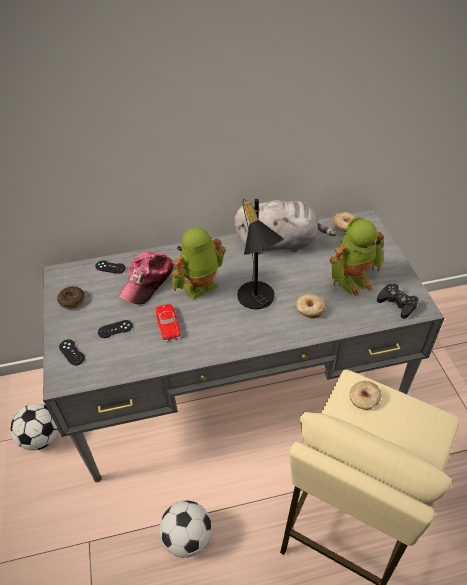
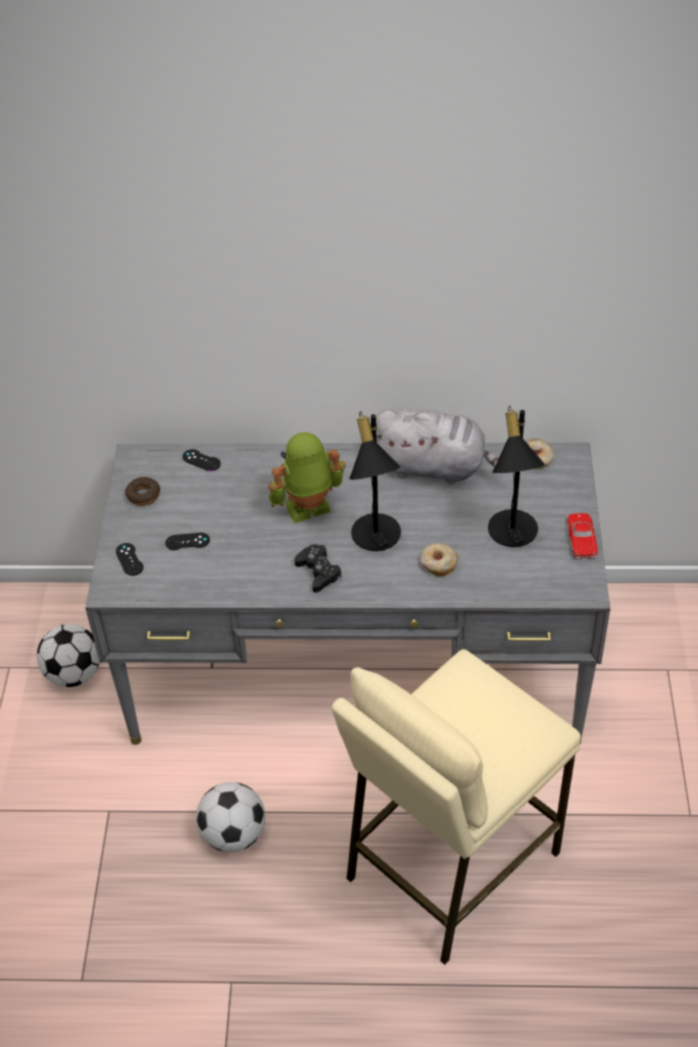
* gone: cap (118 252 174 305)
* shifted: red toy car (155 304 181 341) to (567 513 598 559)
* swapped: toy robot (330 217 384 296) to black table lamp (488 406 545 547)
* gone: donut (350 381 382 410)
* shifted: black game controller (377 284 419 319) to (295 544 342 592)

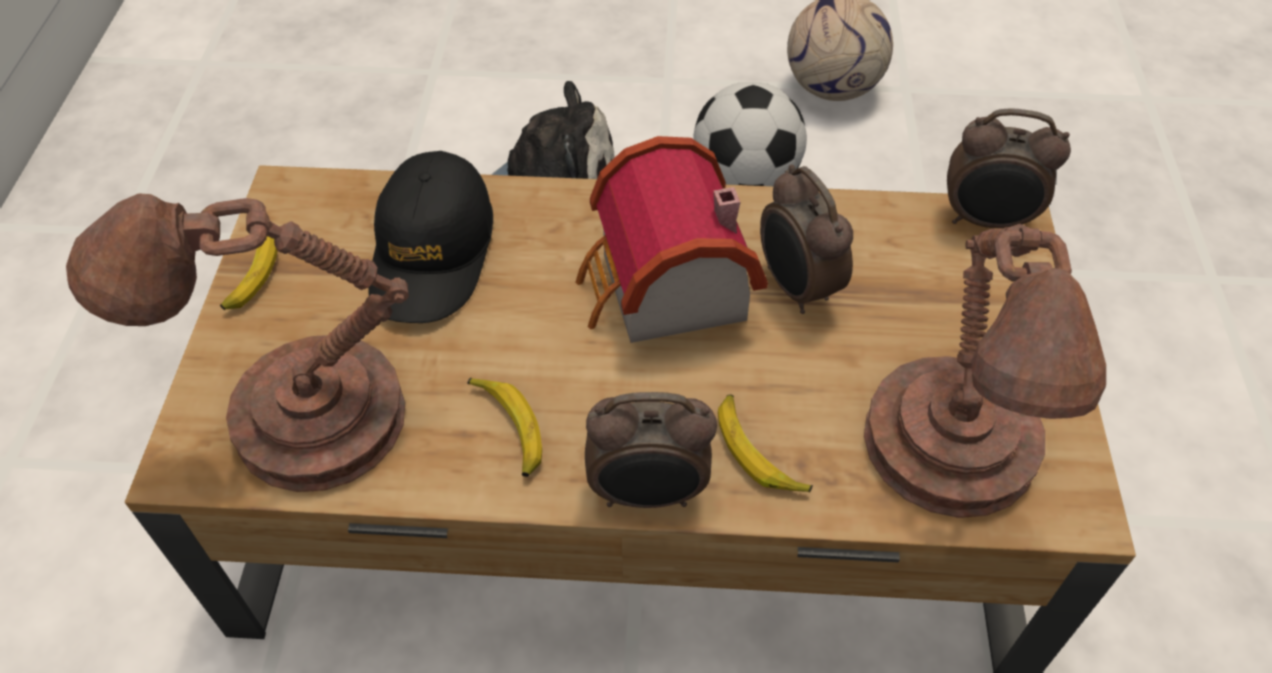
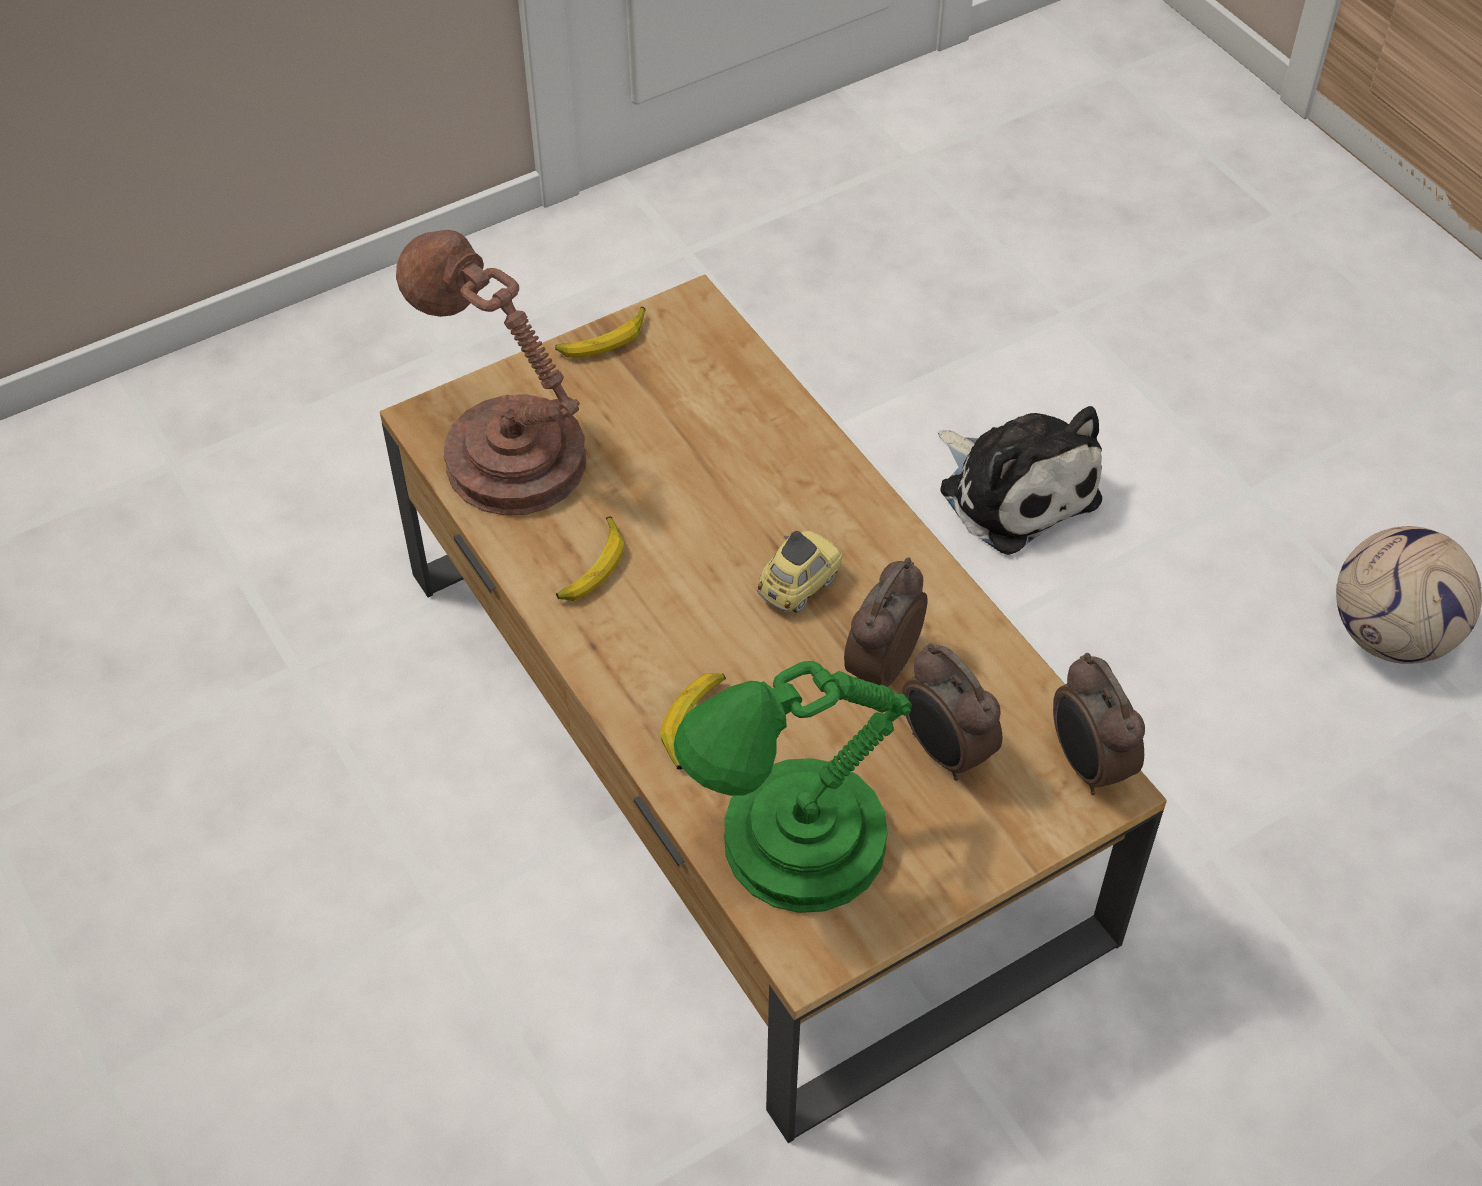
* gone: black cap (368 151 493 323)
* swapped: toy house (575 136 768 343) to toy car (757 531 843 613)
* shifted: alarm clock (585 392 717 508) to (902 643 1002 781)
* gone: football (693 82 807 186)
* repainted: brown table lamp (864 224 1106 518) to green table lamp (674 661 912 913)

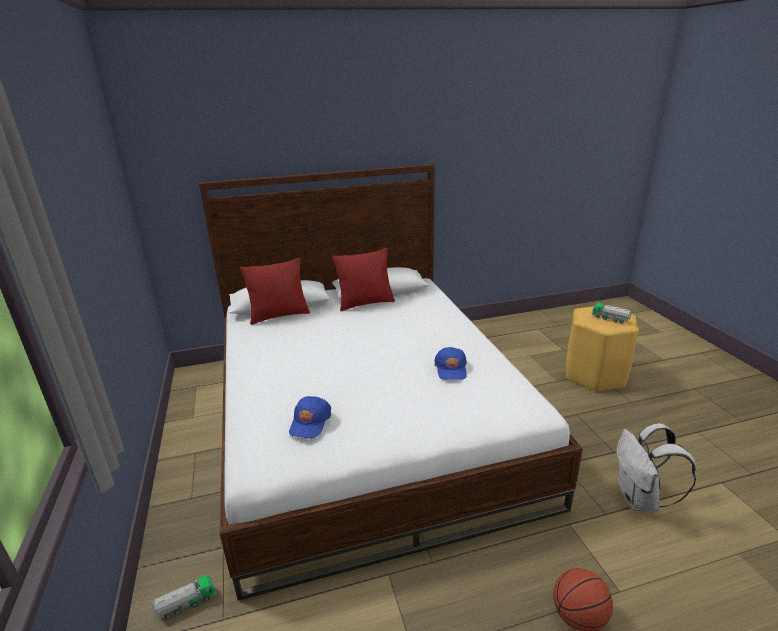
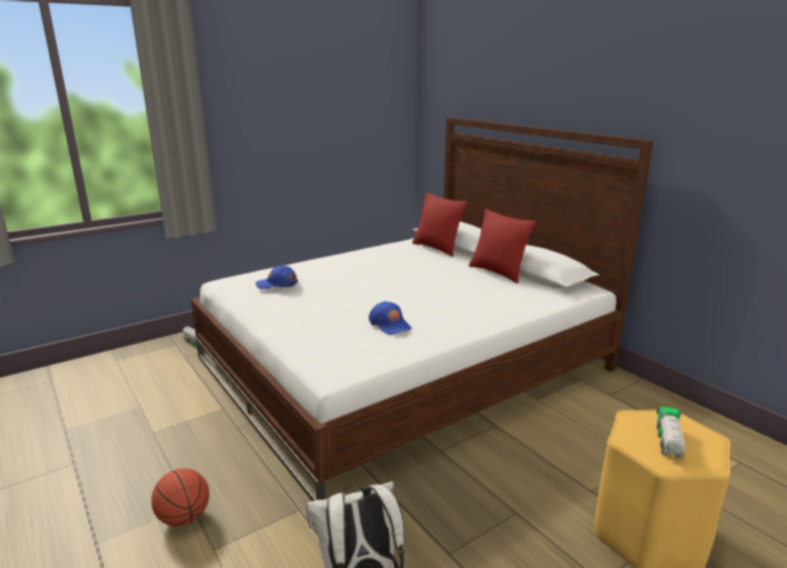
* rotated: blue cap (434 347 467 380) = (369 301 411 335) 105 degrees counterclockwise

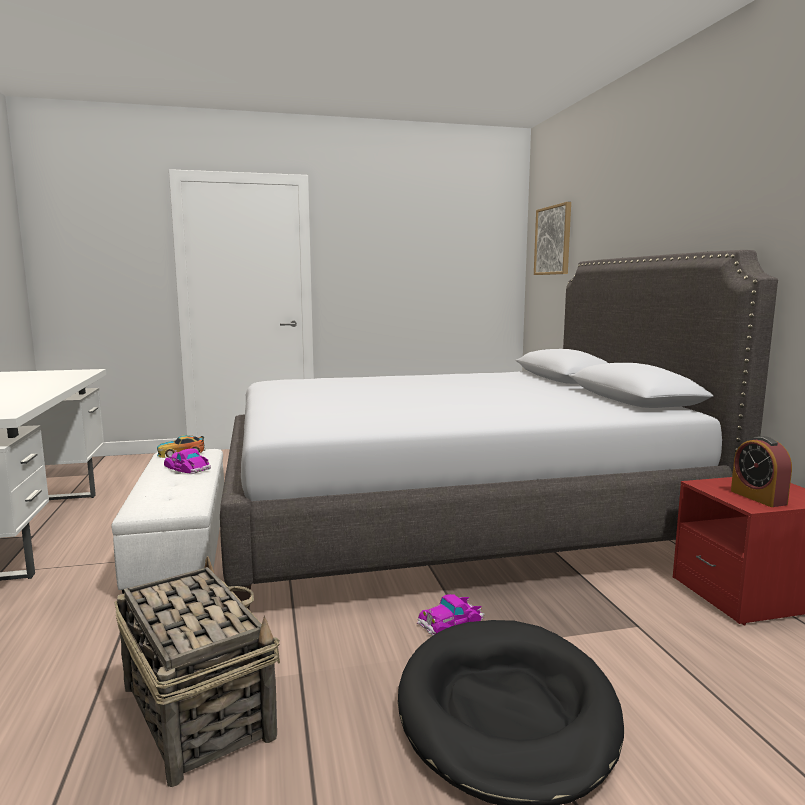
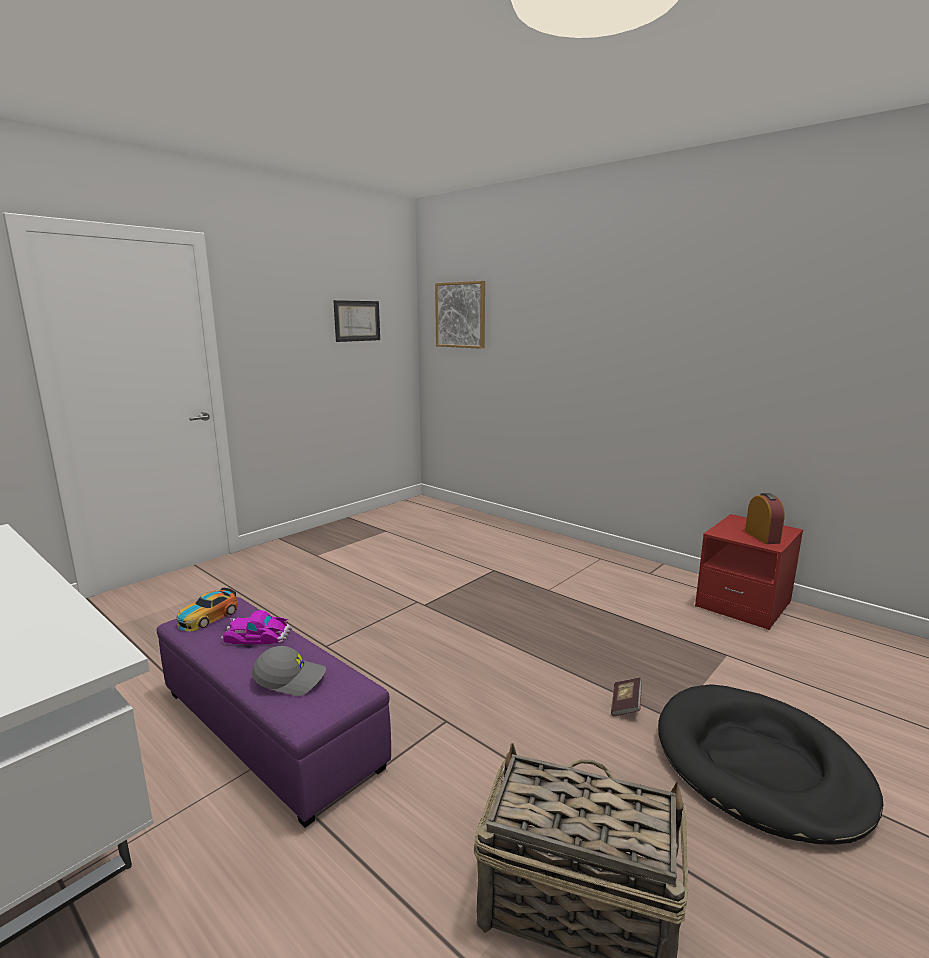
* repainted: white ottoman (112 449 224 594) to purple ottoman (157 597 391 828)
* gone: grey bed (220 250 778 609)
* swapped: toy car (417 594 485 636) to book (611 678 642 716)
* rotated: alarm clock (731 436 792 507) = (745 493 785 544) 135 degrees counterclockwise
* new: grey cap (252 646 326 696)
* new: picture (333 300 380 342)

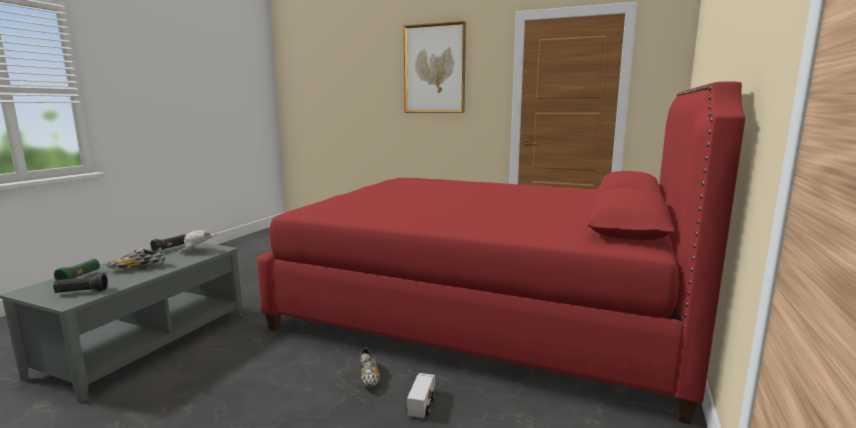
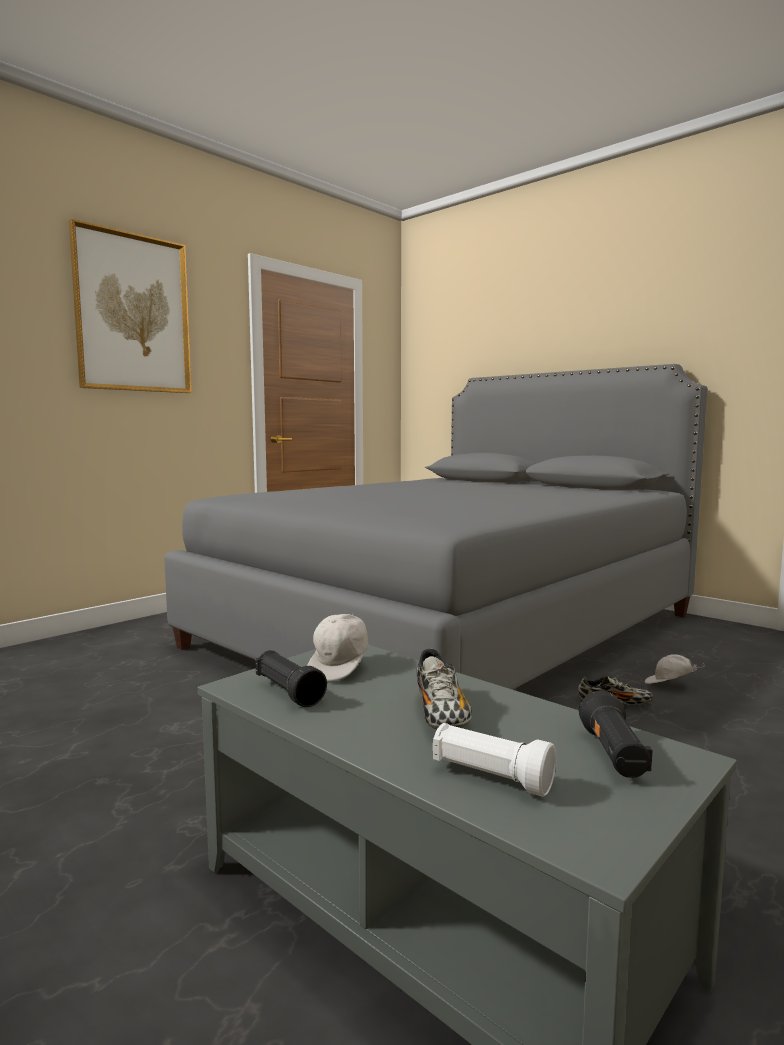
* repainted: green flashlight (54 259 100 280) to white flashlight (433 723 556 797)
* repainted: red bed (257 81 745 424) to grey bed (164 364 707 690)
* swapped: toy truck (406 373 435 418) to white cap (645 654 705 684)

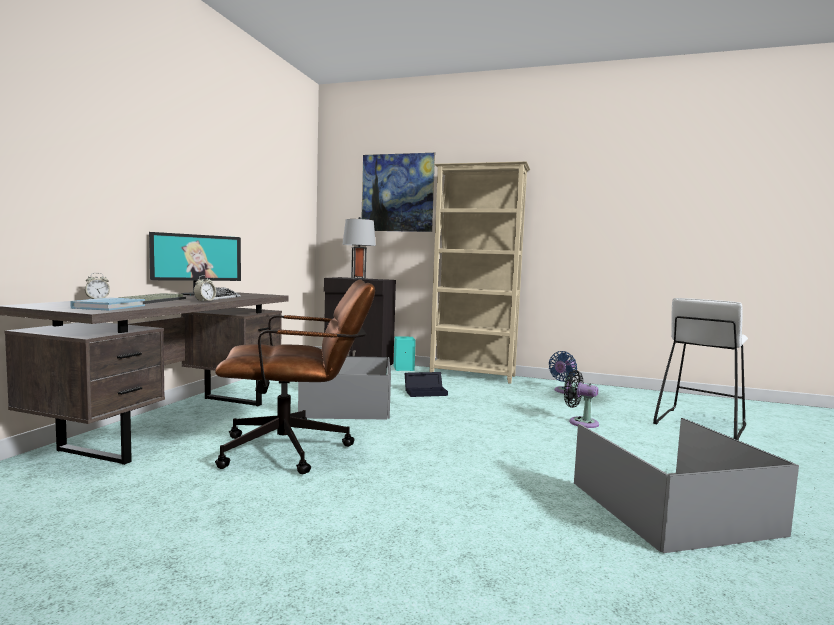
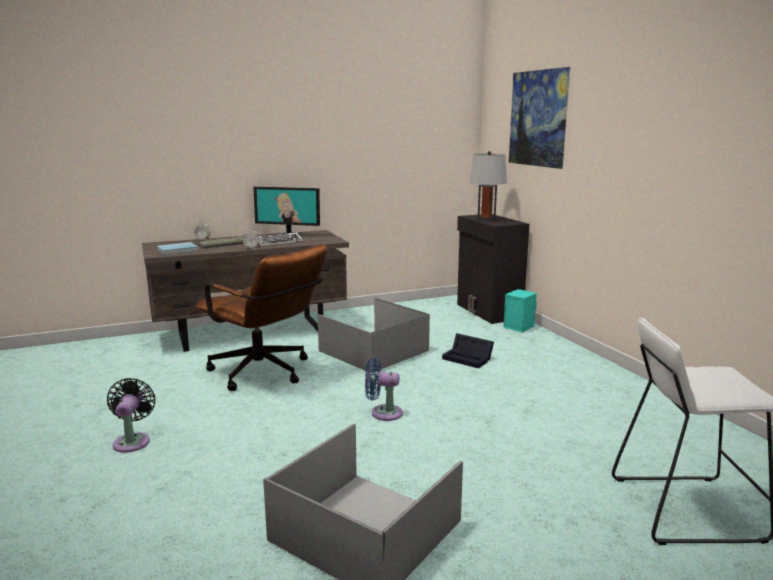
* gone: beige bookcase (430 161 530 384)
* shifted: blue fan (548 351 577 394) to (365 358 403 421)
* shifted: black fan (564 370 599 428) to (107 378 155 453)

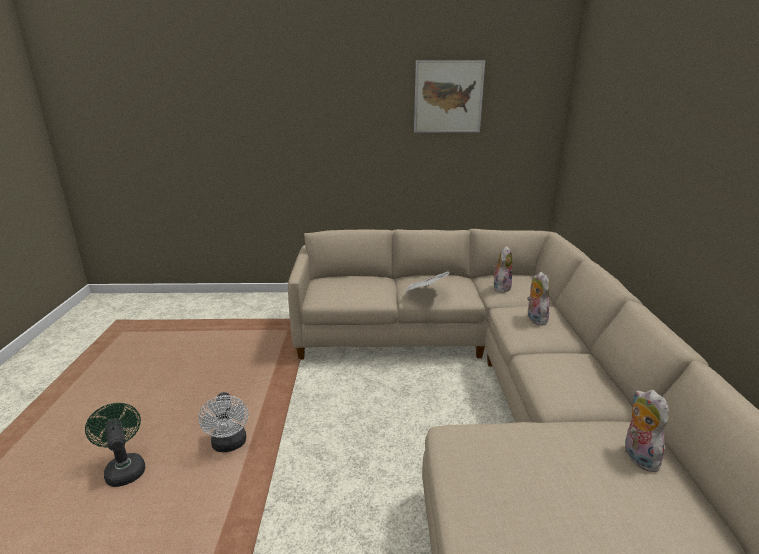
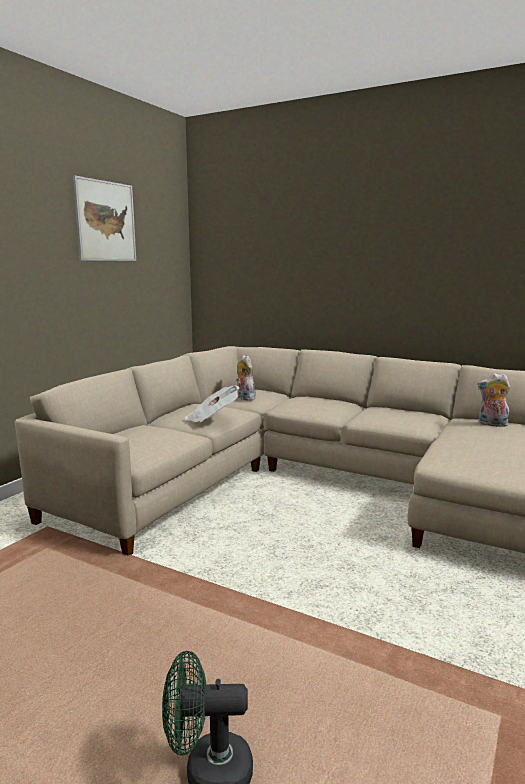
* gone: white fan (198 392 248 452)
* gone: plush toy (527 272 550 325)

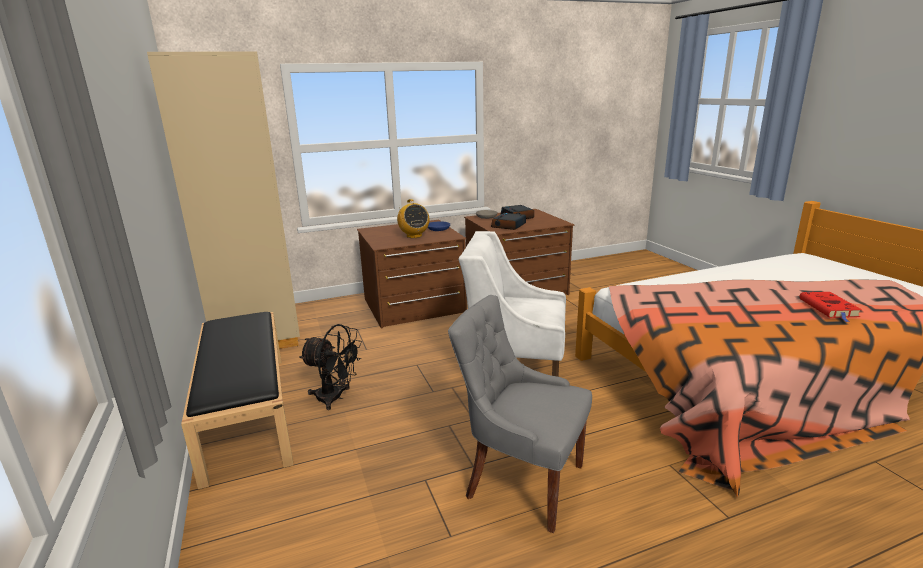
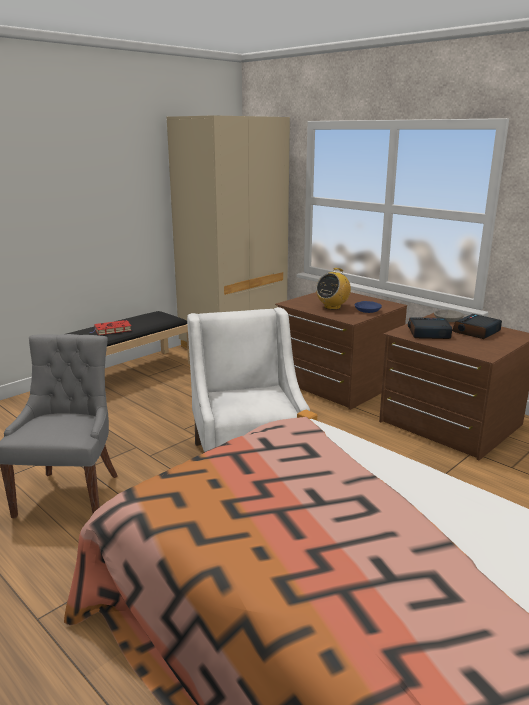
* gone: black fan (299 324 362 410)
* shifted: red book (799 292 862 322) to (90 320 132 335)

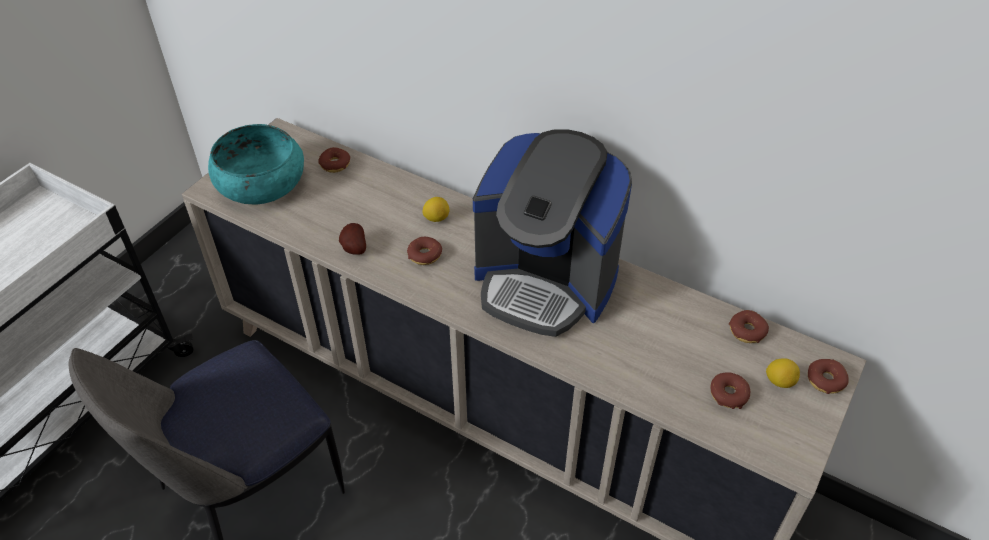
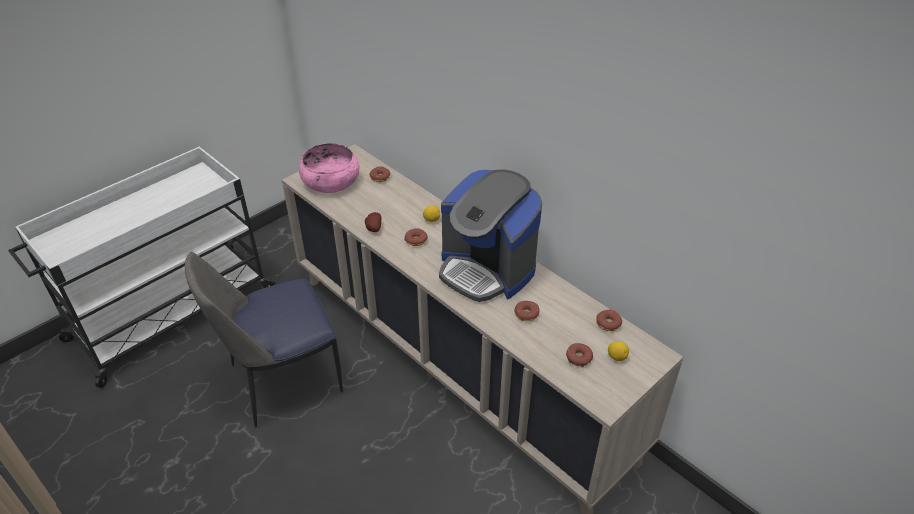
* repainted: turquoise bowl (208 124 304 204) to pink bowl (299 143 360 193)
* shifted: donut (808 359 849 394) to (514 301 539 321)

